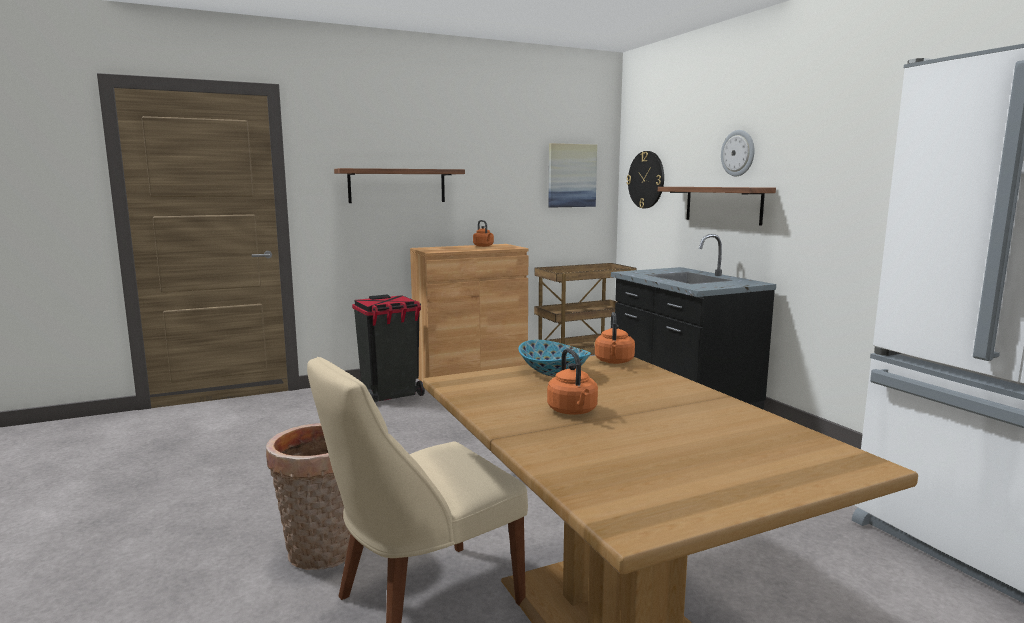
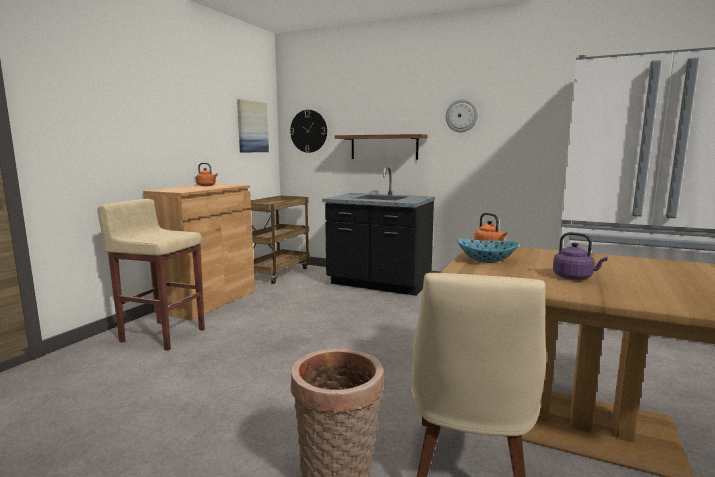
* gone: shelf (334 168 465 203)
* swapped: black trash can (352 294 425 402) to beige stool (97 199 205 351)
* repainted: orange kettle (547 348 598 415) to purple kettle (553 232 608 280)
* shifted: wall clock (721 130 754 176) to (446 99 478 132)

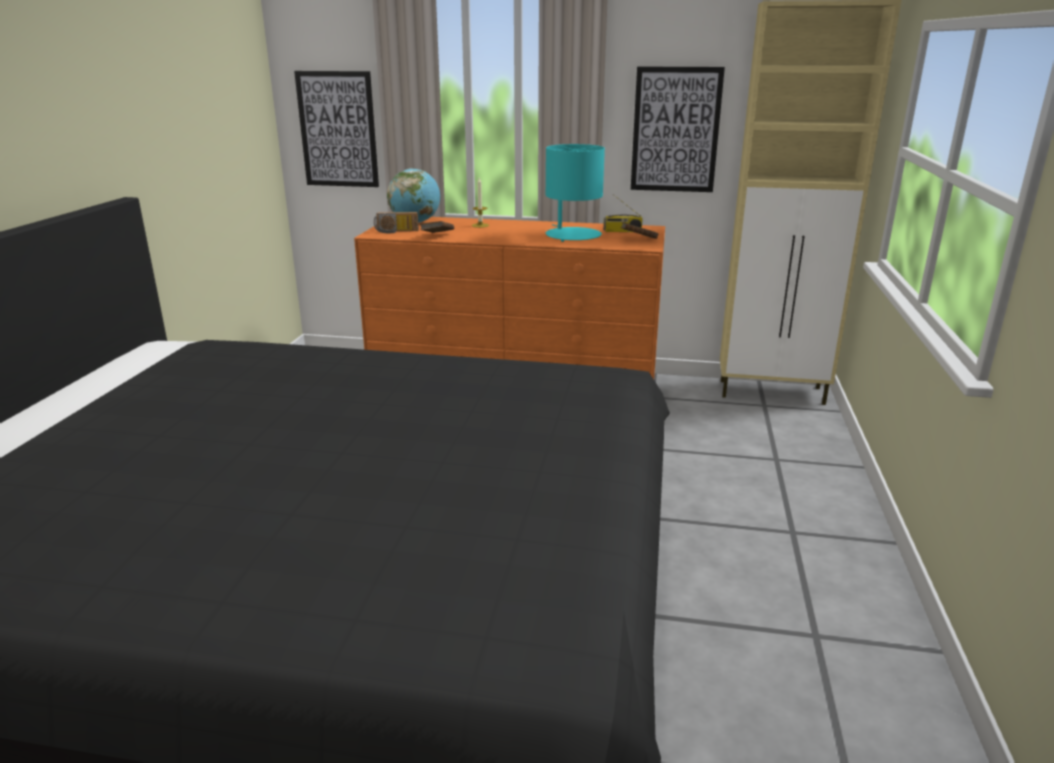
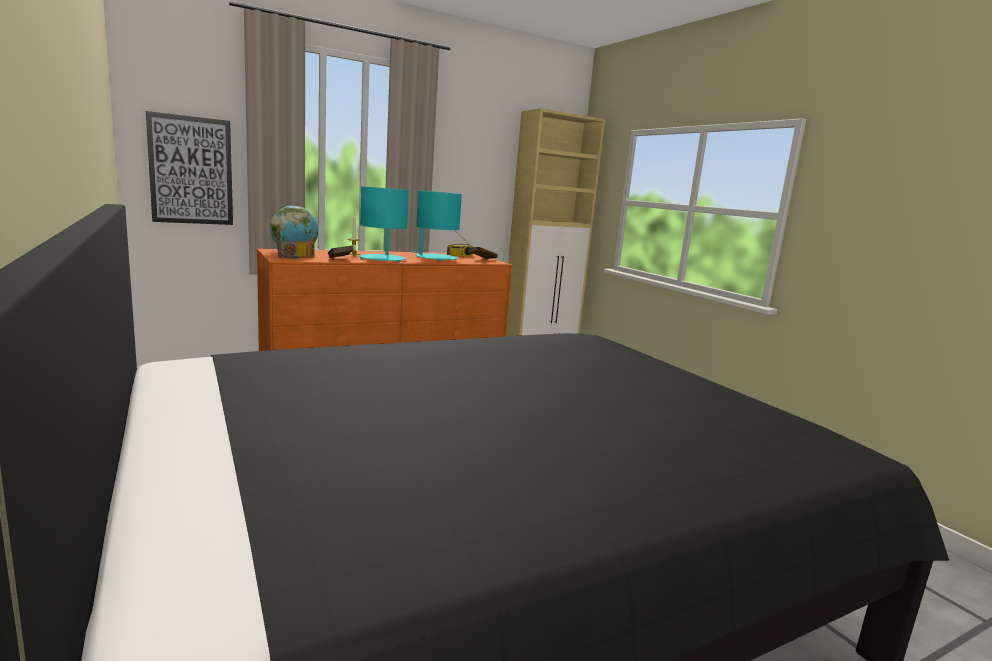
* gone: picture (631 66 725 192)
* new: turquoise table lamp (360 186 409 262)

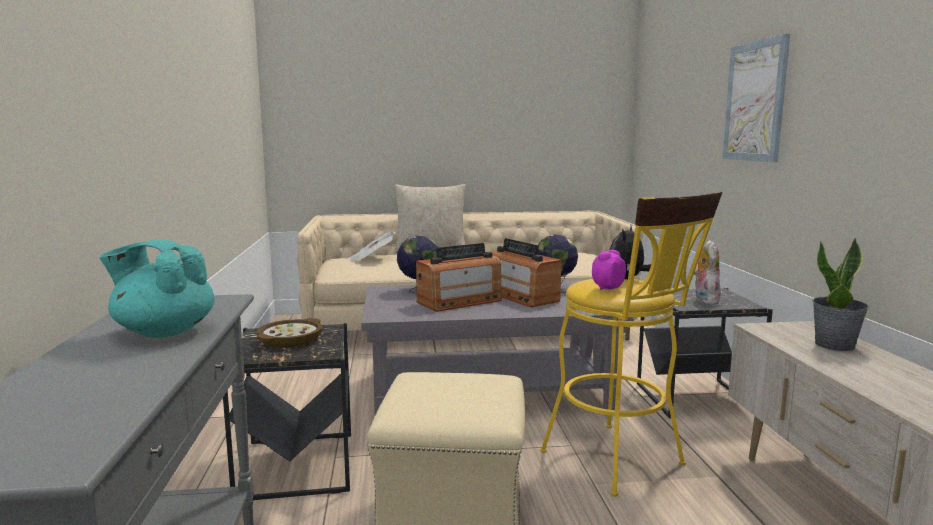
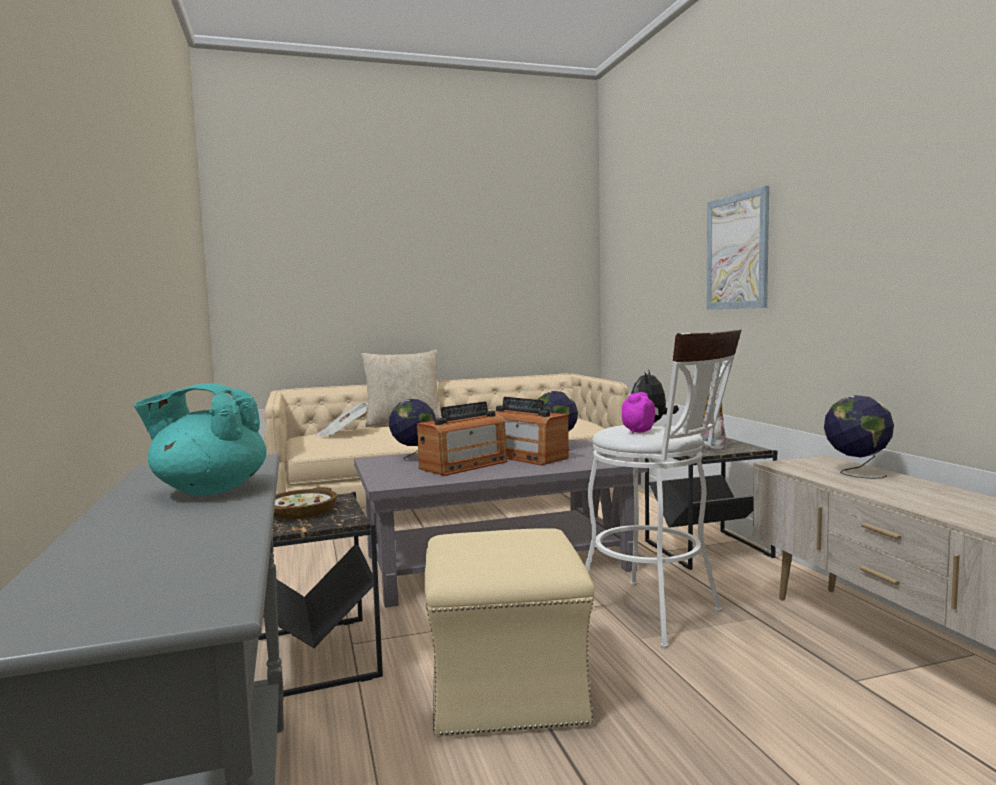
* repainted: yellow stool (540 191 722 497) to white stool (585 329 742 648)
* swapped: potted plant (812 237 869 351) to globe (824 395 894 479)

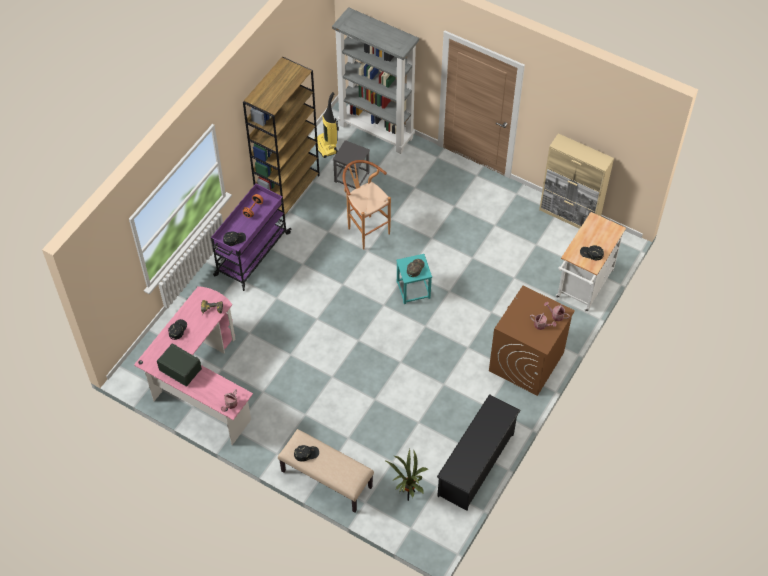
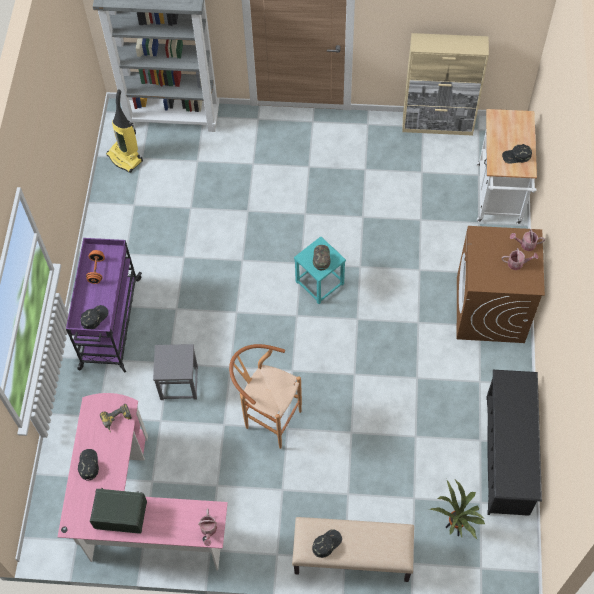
* gone: brown bookcase (243 57 320 216)
* shifted: grey stool (333 140 370 189) to (153 344 198 400)
* shifted: brown stool (343 160 391 250) to (229 344 302 449)

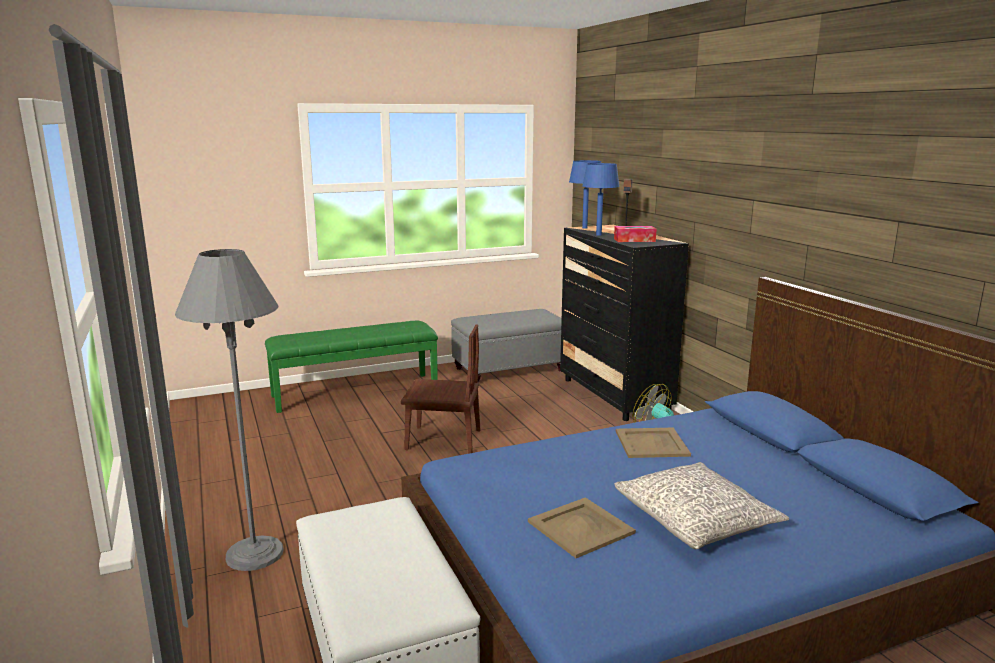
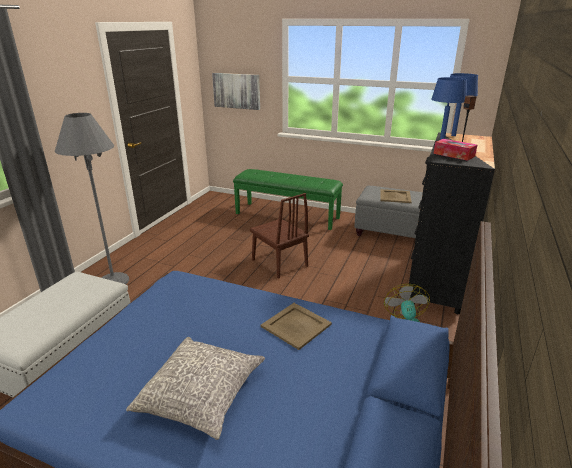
* shifted: beige tray (528 497 636 558) to (380 189 412 203)
* new: picture (212 73 260 110)

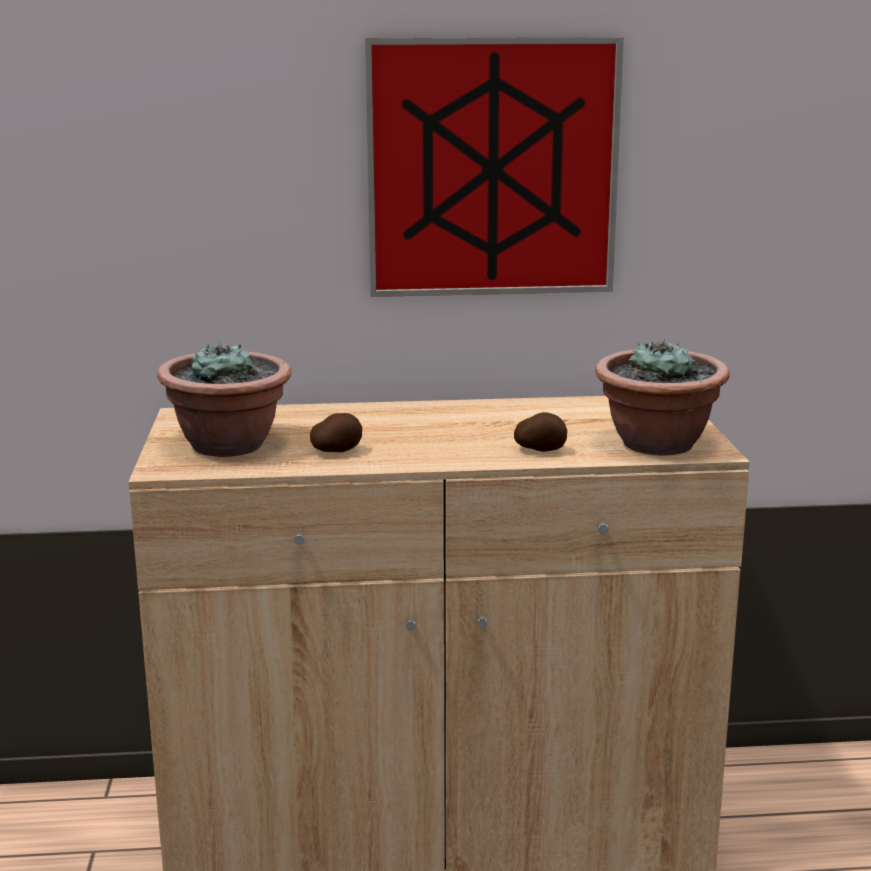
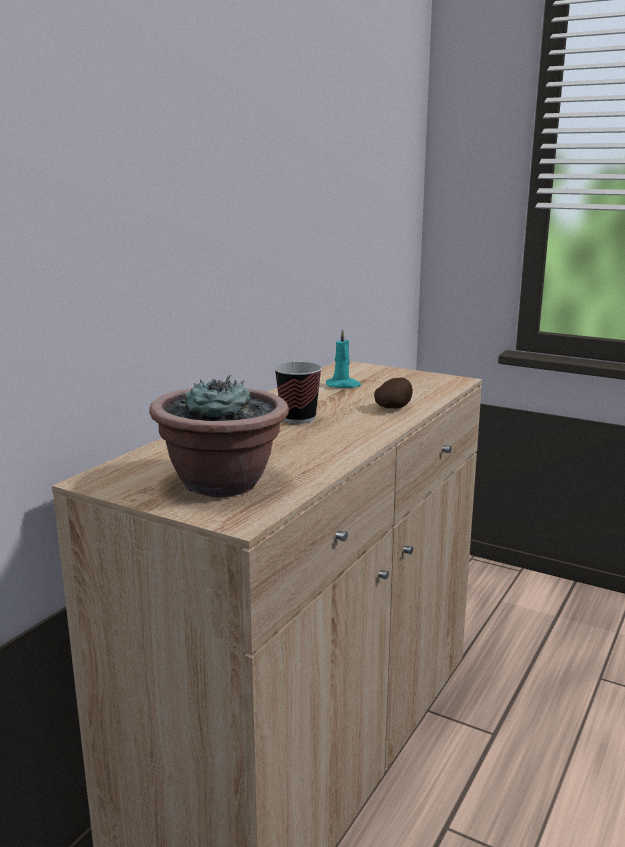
* gone: potato (310 413 362 452)
* gone: picture (365 37 624 297)
* gone: potted plant (595 339 730 455)
* new: cup (274 362 322 424)
* new: turquoise candle (326 329 361 388)

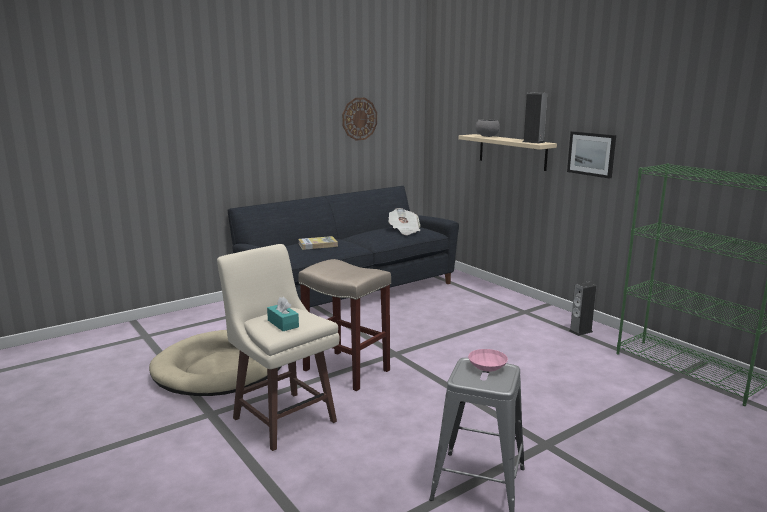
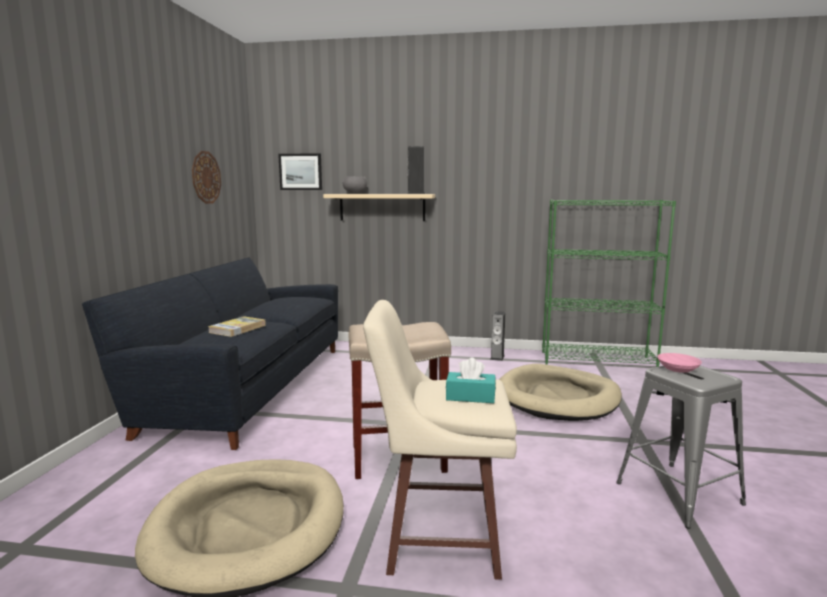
* gone: newspaper (388 208 420 235)
* shifted: picture (567 131 616 179) to (278 153 322 190)
* new: beige dog bed (499 364 622 421)

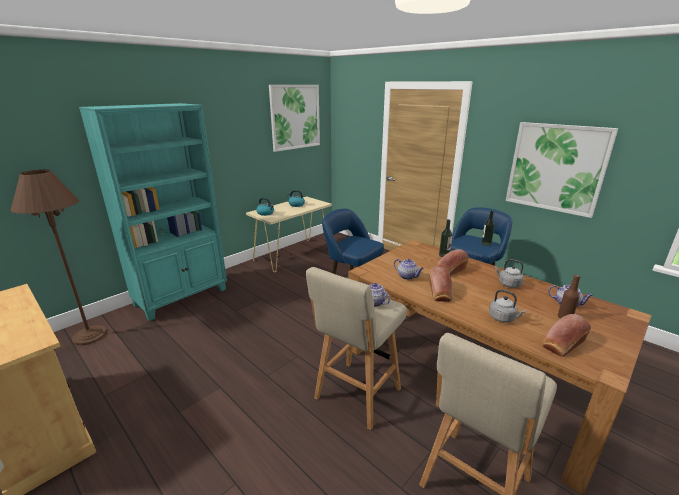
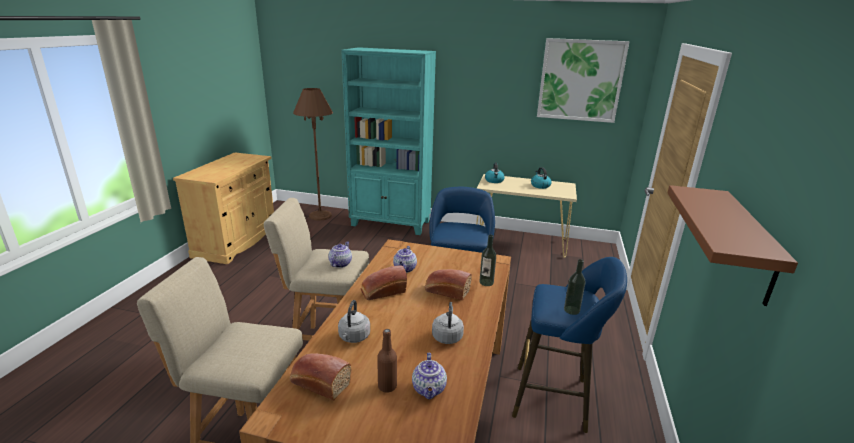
* swapped: picture (506 122 618 218) to brown shelf (667 185 798 306)

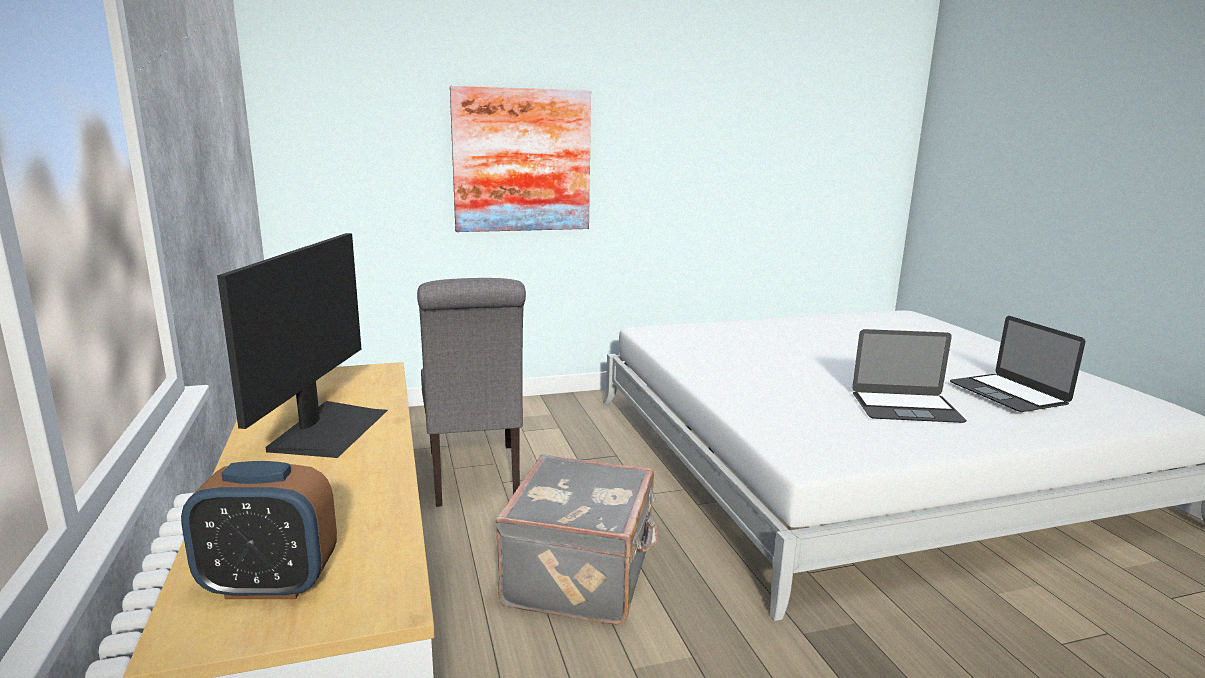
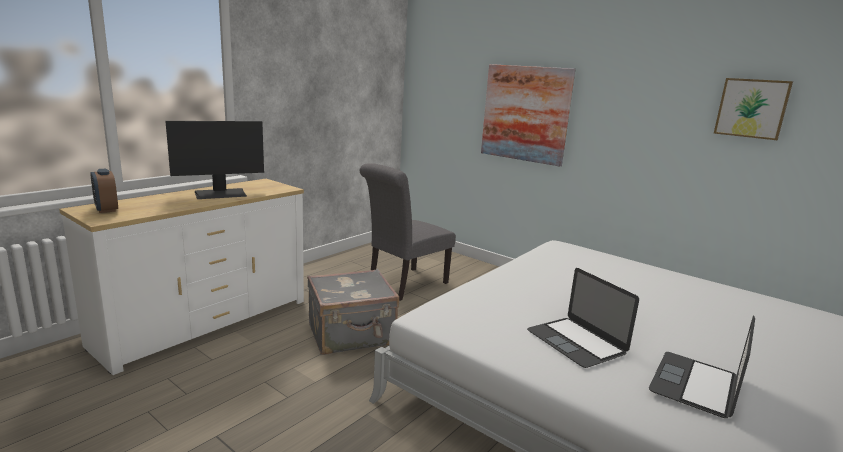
* new: picture (714 78 793 140)

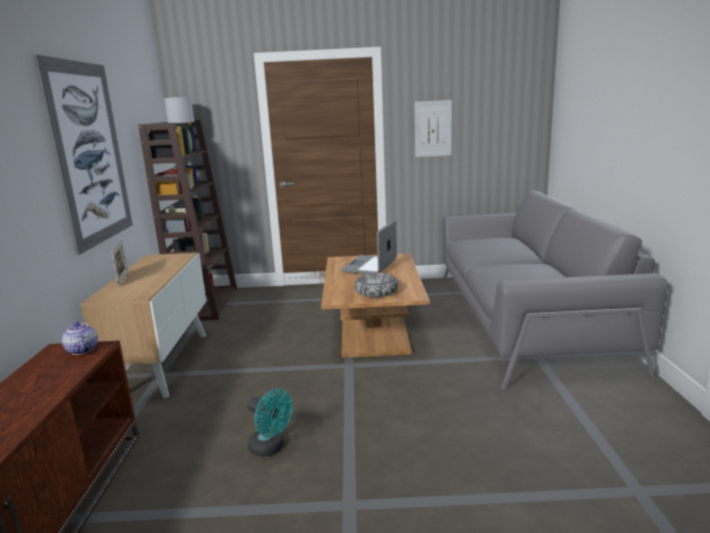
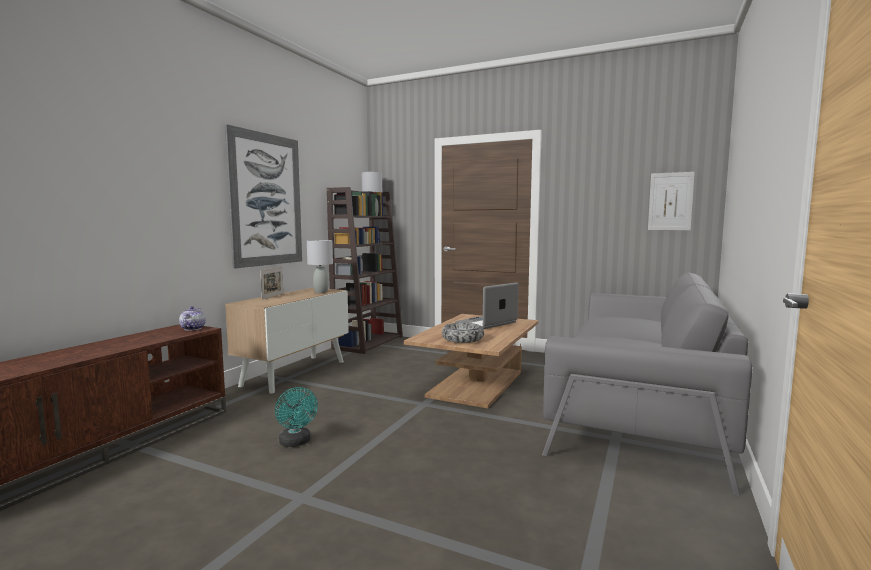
* shifted: picture (415 100 452 157) to (648 172 695 230)
* new: grey table lamp (307 240 333 293)

